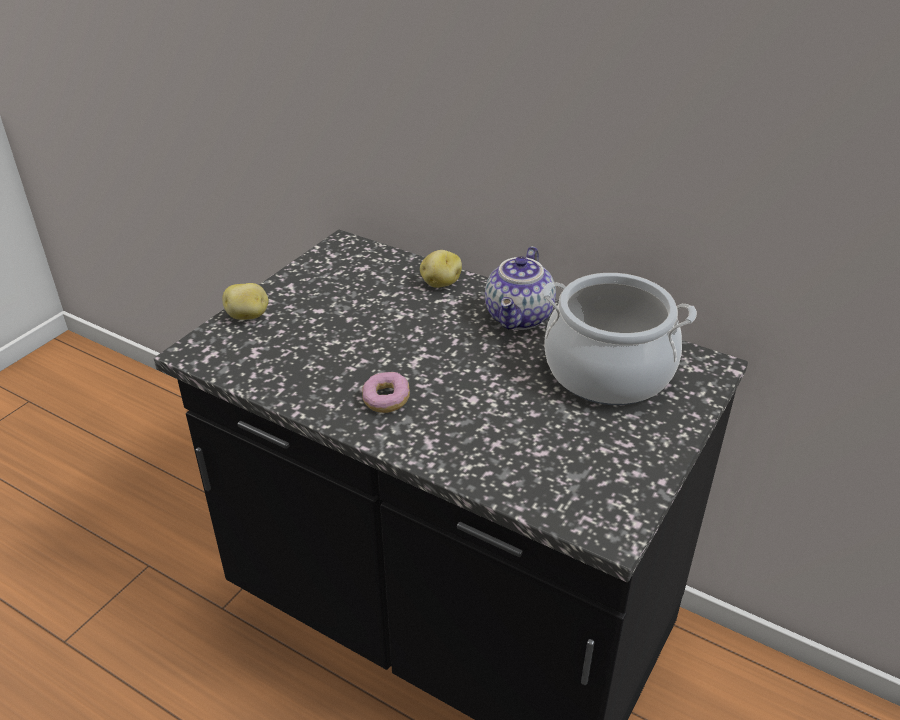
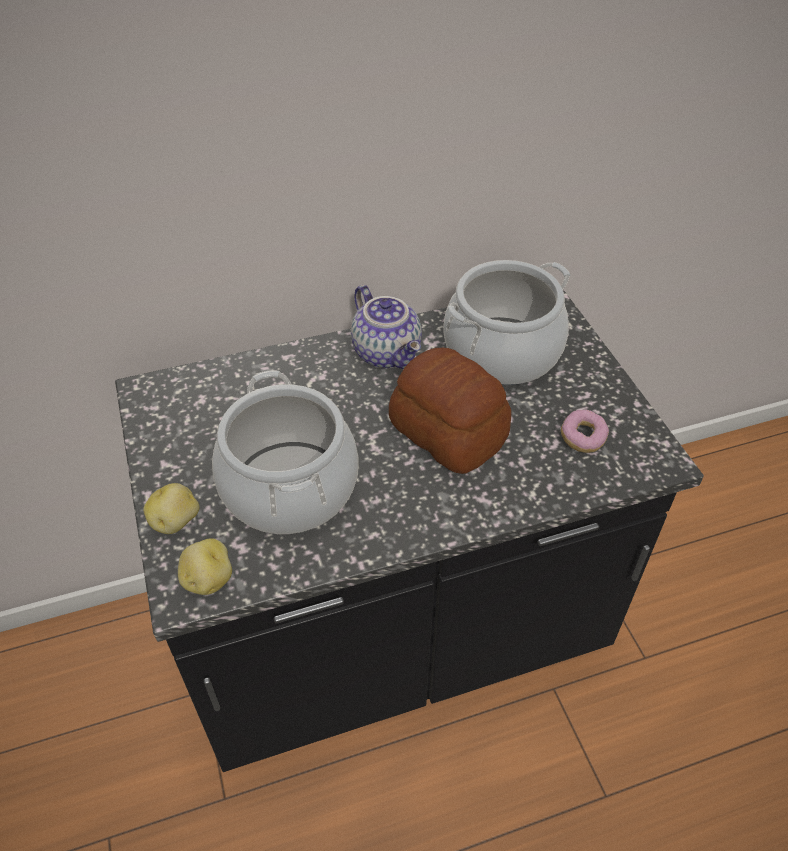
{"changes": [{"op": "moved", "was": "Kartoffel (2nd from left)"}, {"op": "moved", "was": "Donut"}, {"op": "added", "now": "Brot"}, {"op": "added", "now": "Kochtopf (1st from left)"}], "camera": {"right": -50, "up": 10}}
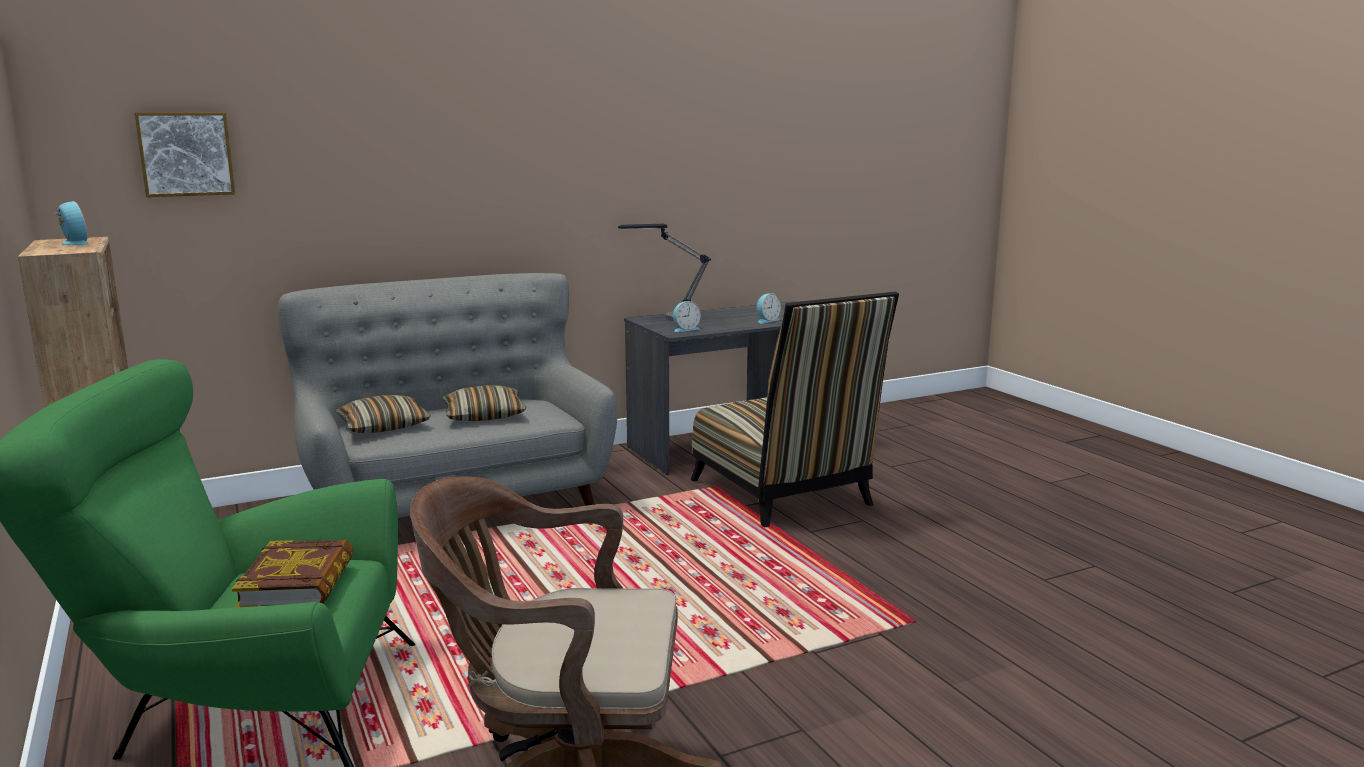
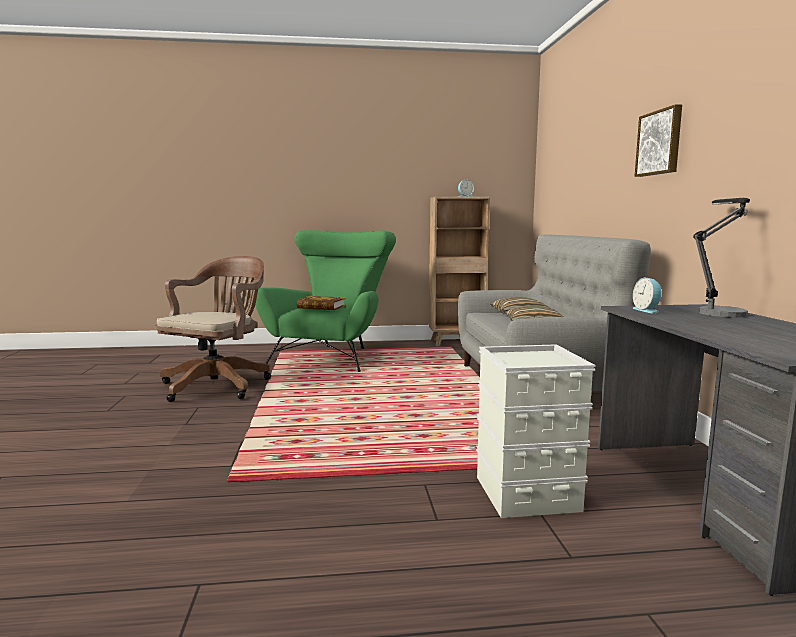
{"changes": [{"op": "moved", "was": "Bild"}, {"op": "replaced", "was": "Stuhl", "now": "Aufbewahrungsbox [grau]"}, {"op": "removed", "was": "Wecker (3rd from left)"}], "camera": {"right": 110, "up": -5}}
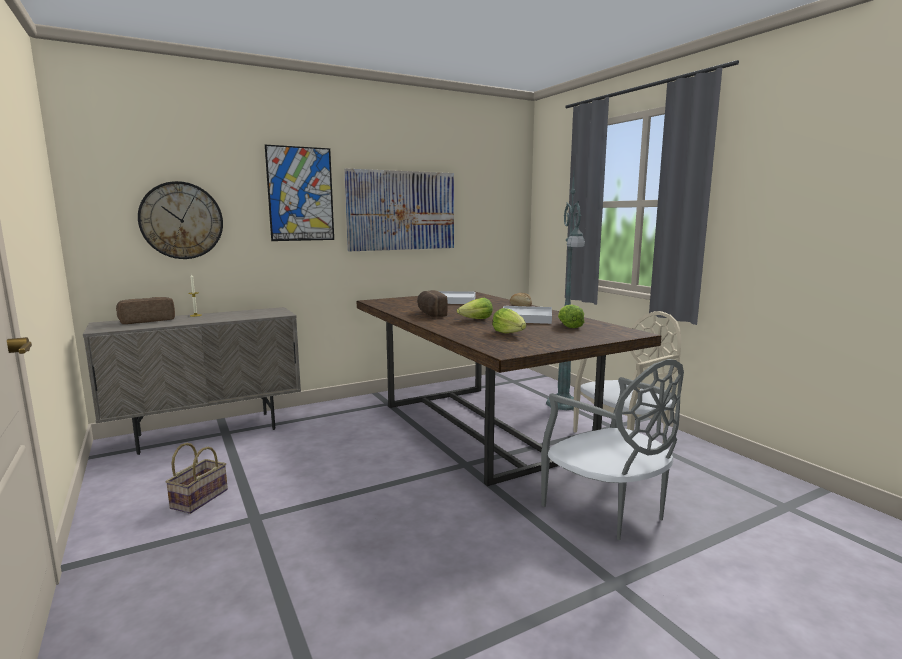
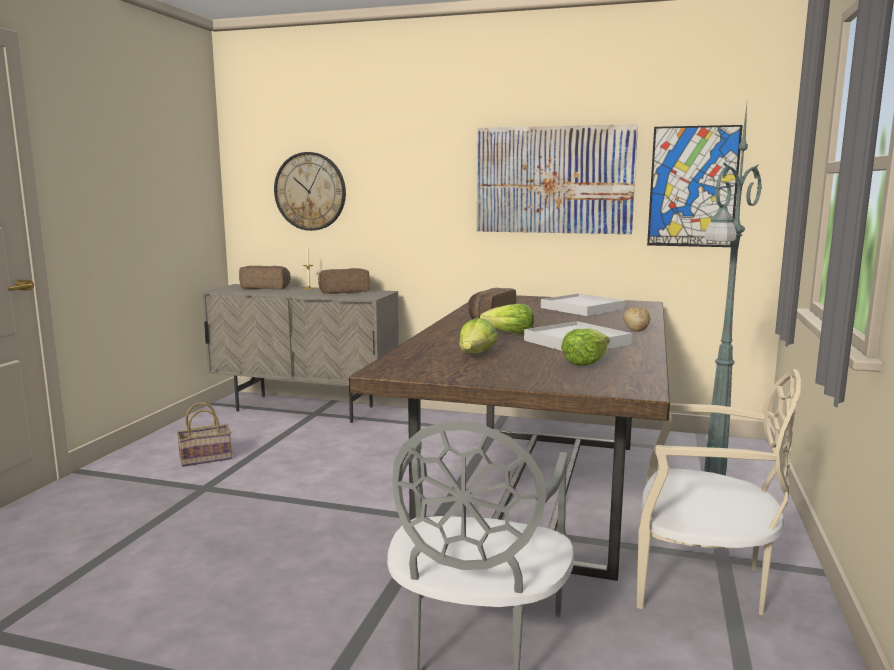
{"changes": [{"op": "moved", "was": "Bild (1st from left in the first image)", "now": "Bild (2nd from left)"}, {"op": "added", "now": "Brot (2nd from left)"}], "camera": {"right": 45, "up": 0}}
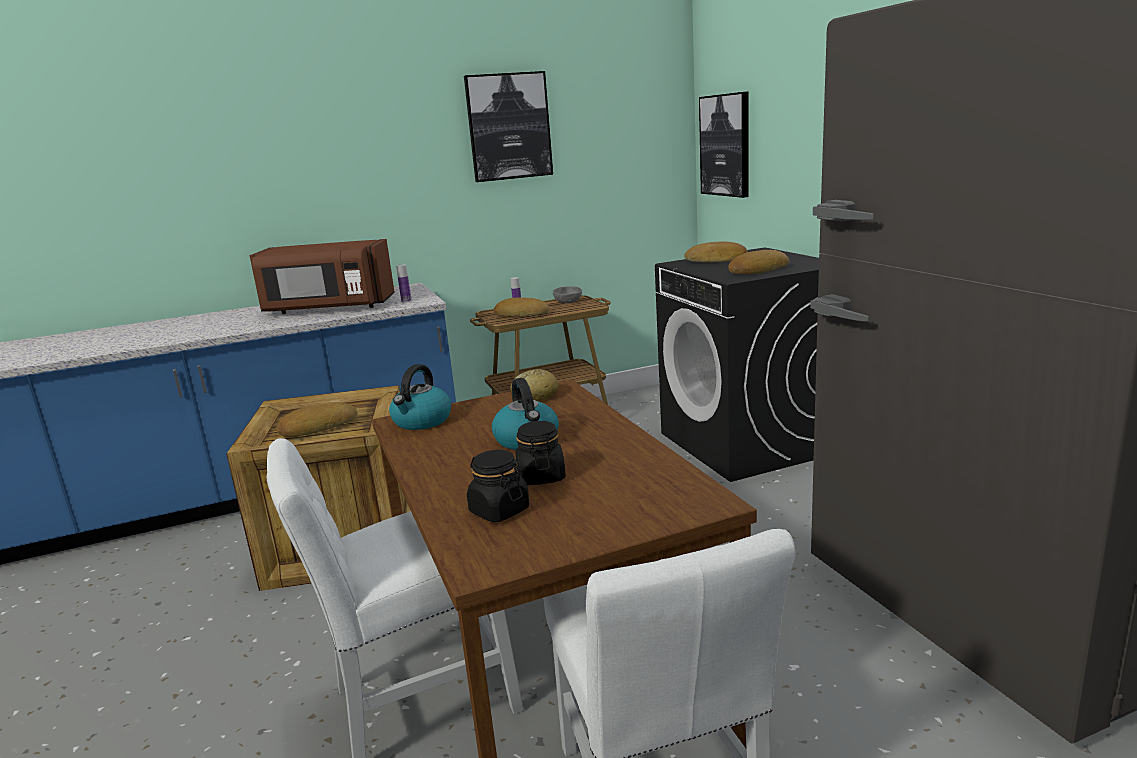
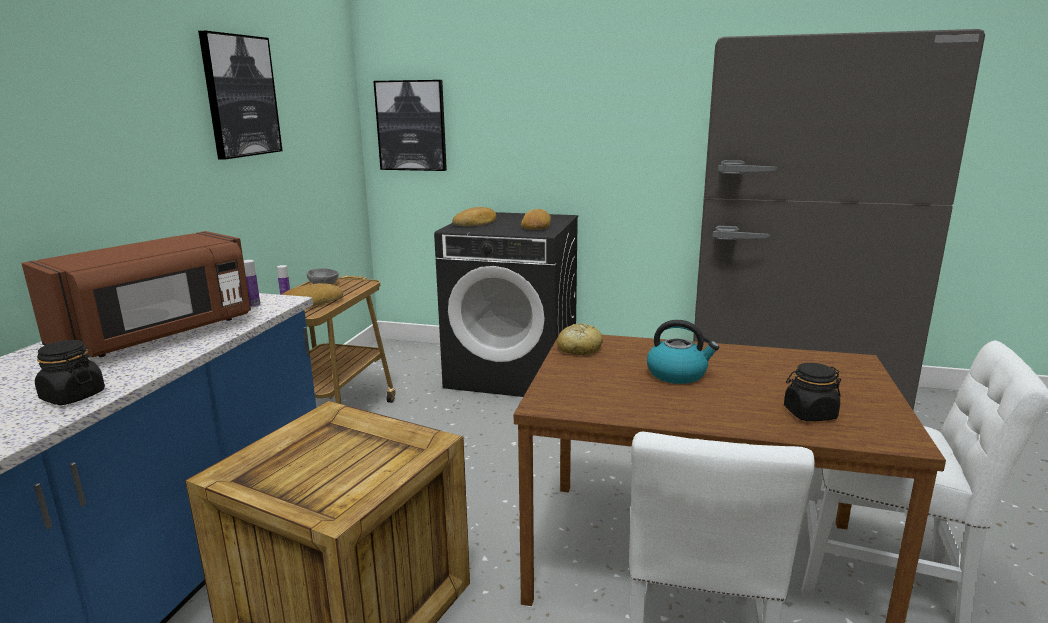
{"changes": [{"op": "removed", "was": "Wasserkessel (1st from left)"}, {"op": "removed", "was": "Brot (1st from left)"}, {"op": "moved", "was": "Vorratsglas [schwarz] (2nd from left in the first image)", "now": "Vorratsglas [schwarz] (1st from left)"}], "camera": {"right": -55, "up": 0}}
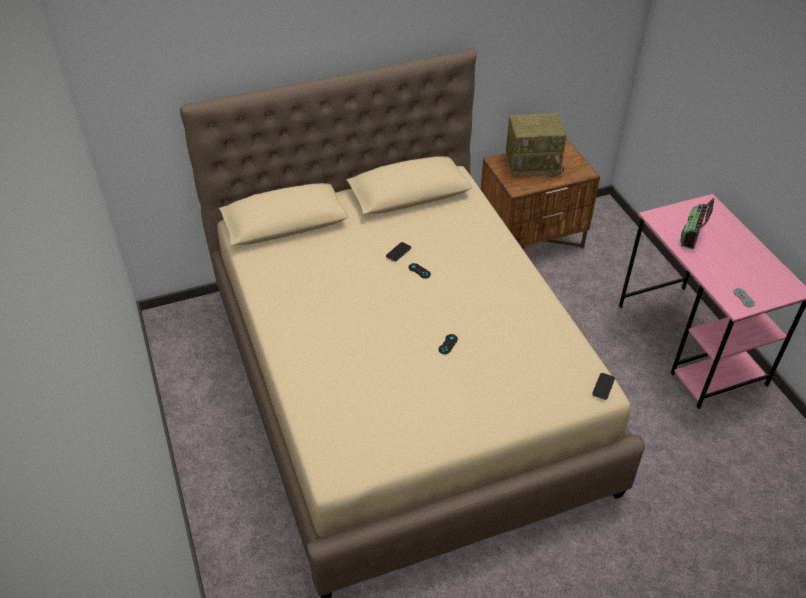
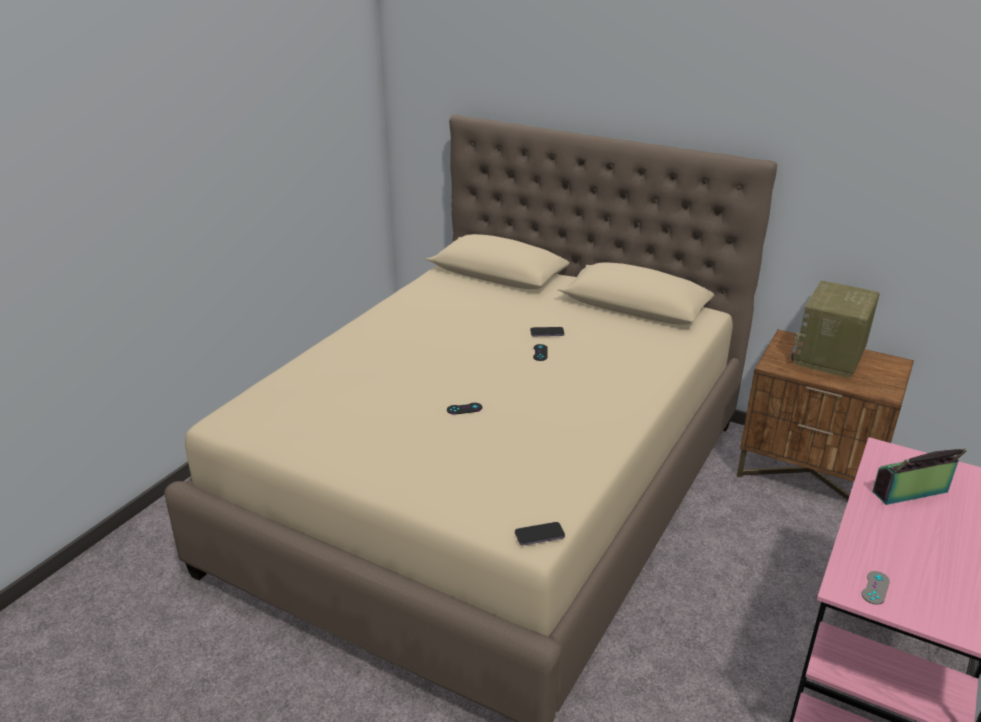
{"changes": [{"op": "turned", "was": "Radio (1st from left)", "clockwise": 75}], "camera": {"right": 50, "up": -15}}
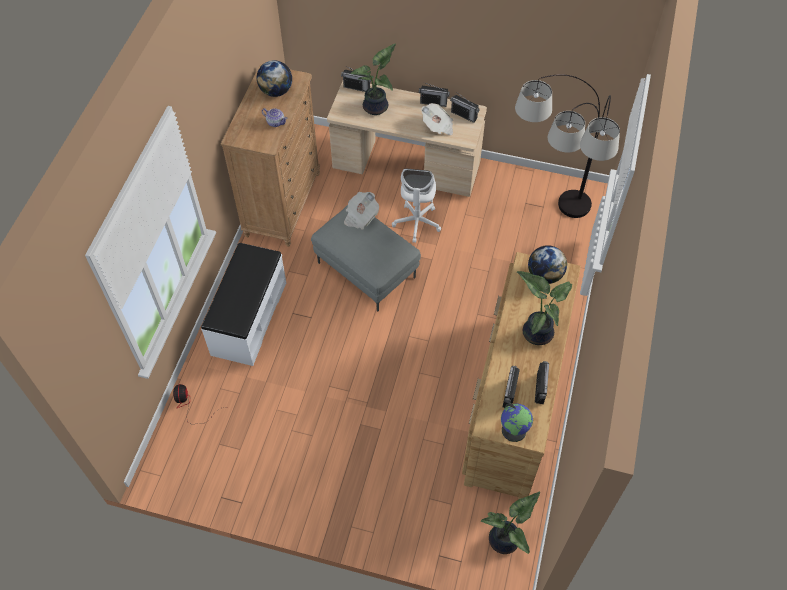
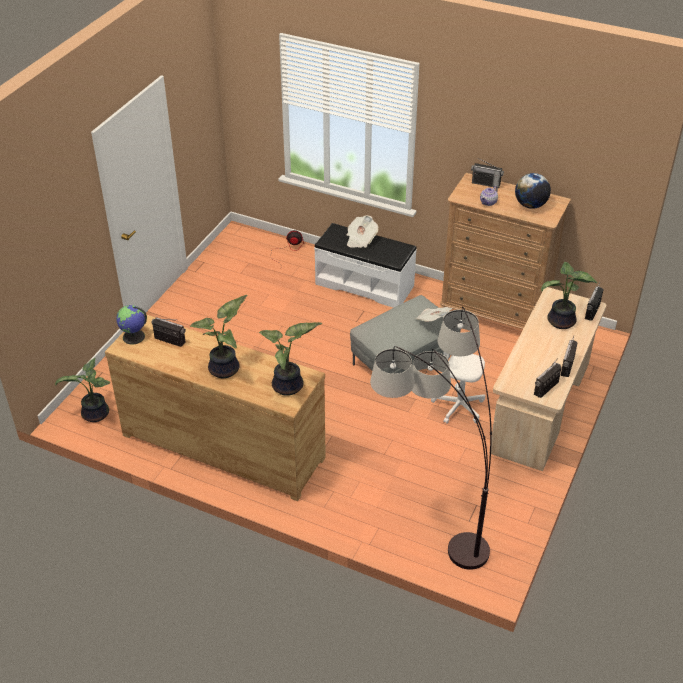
{"changes": [{"op": "moved", "was": "Zeitung (2nd from left in the first image)", "now": "Zeitung (1st from left)"}, {"op": "replaced", "was": "Globus (3rd from left)", "now": "Topfpflanze (3rd from left)"}, {"op": "moved", "was": "Radio (5th from left in the first image)", "now": "Radio (2nd from left)"}], "camera": {"right": 100, "up": -15}}
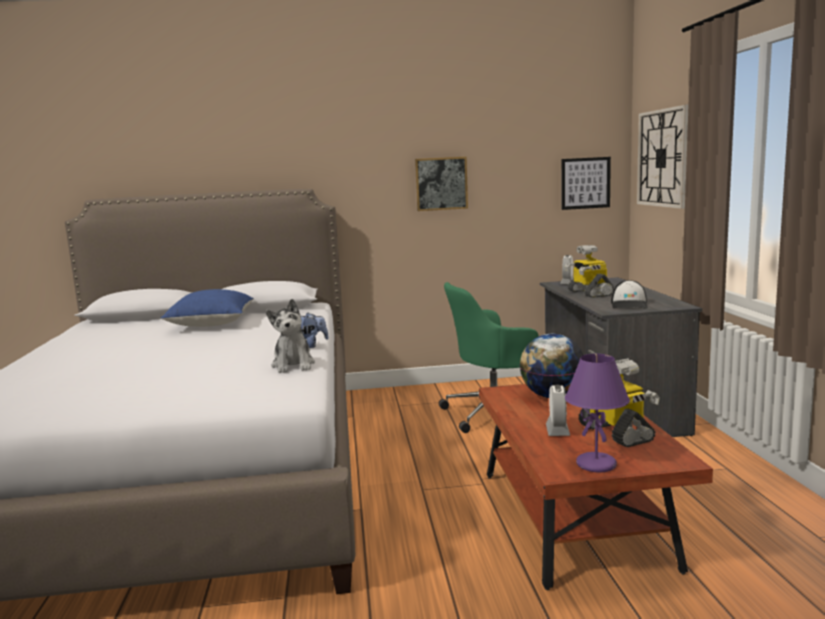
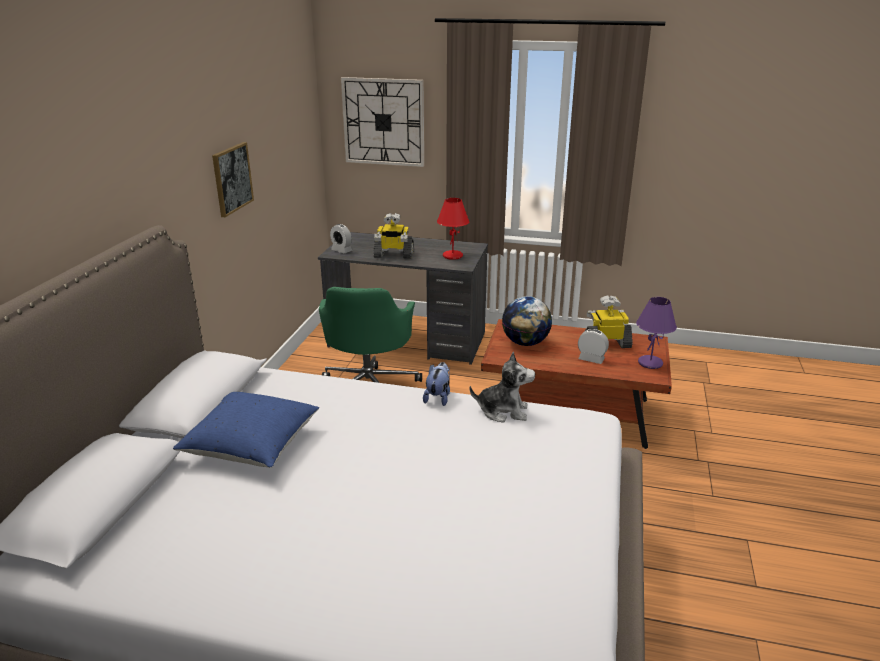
{"changes": [{"op": "removed", "was": "Bild (2nd from left)"}, {"op": "replaced", "was": "Kappe", "now": "Tischlampe [rot]"}], "camera": {"right": -70, "up": 15}}
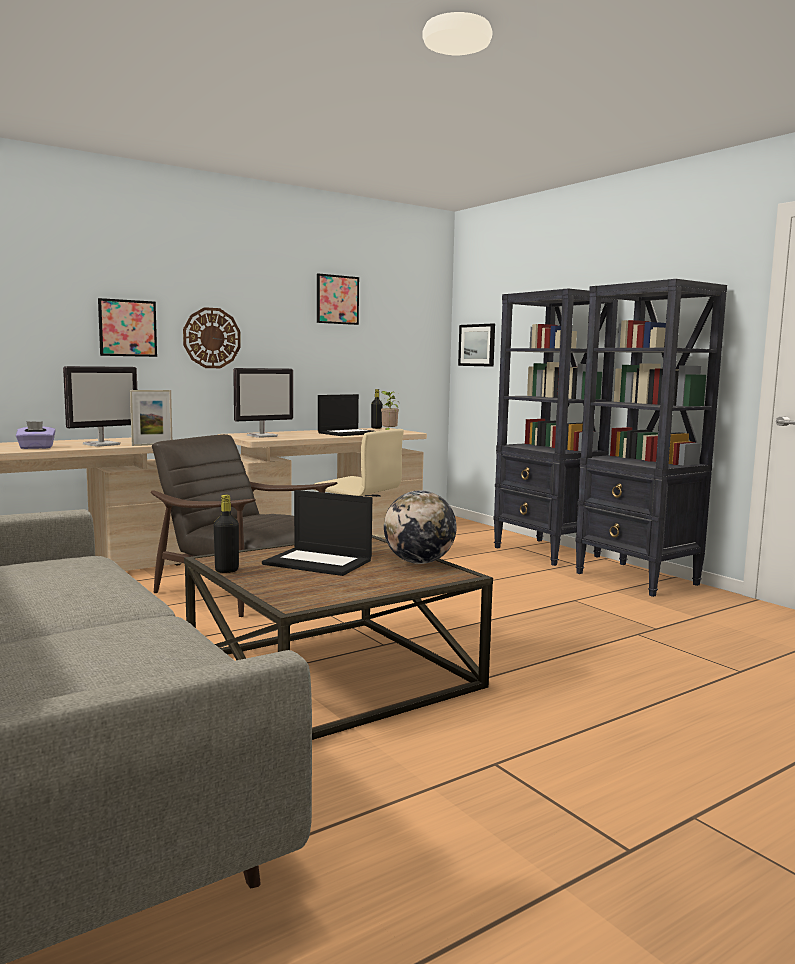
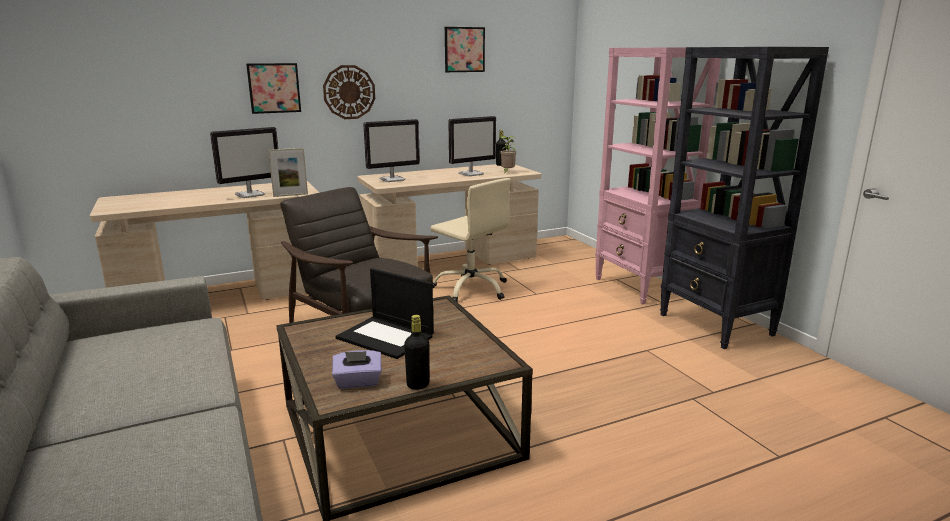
{"changes": [{"op": "recoloured", "was": "Bücherregal [schwarz] (1st from left)", "now": "Bücherregal [rosa]"}, {"op": "removed", "was": "Bild (3rd from left)"}, {"op": "replaced", "was": "Laptop (2nd from left)", "now": "Monitor (3rd from left)"}, {"op": "moved", "was": "Taschentuchbox [lila]"}, {"op": "removed", "was": "Globus"}, {"op": "moved", "was": "Flasche [schwarz] (1st from left)"}], "camera": {"right": 10, "up": 10}}
